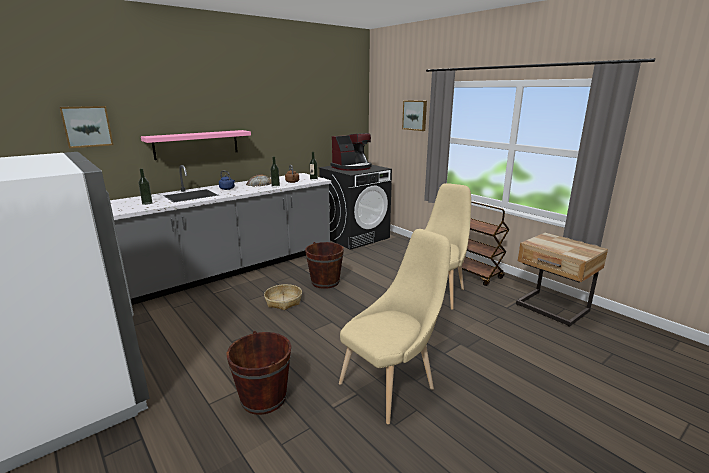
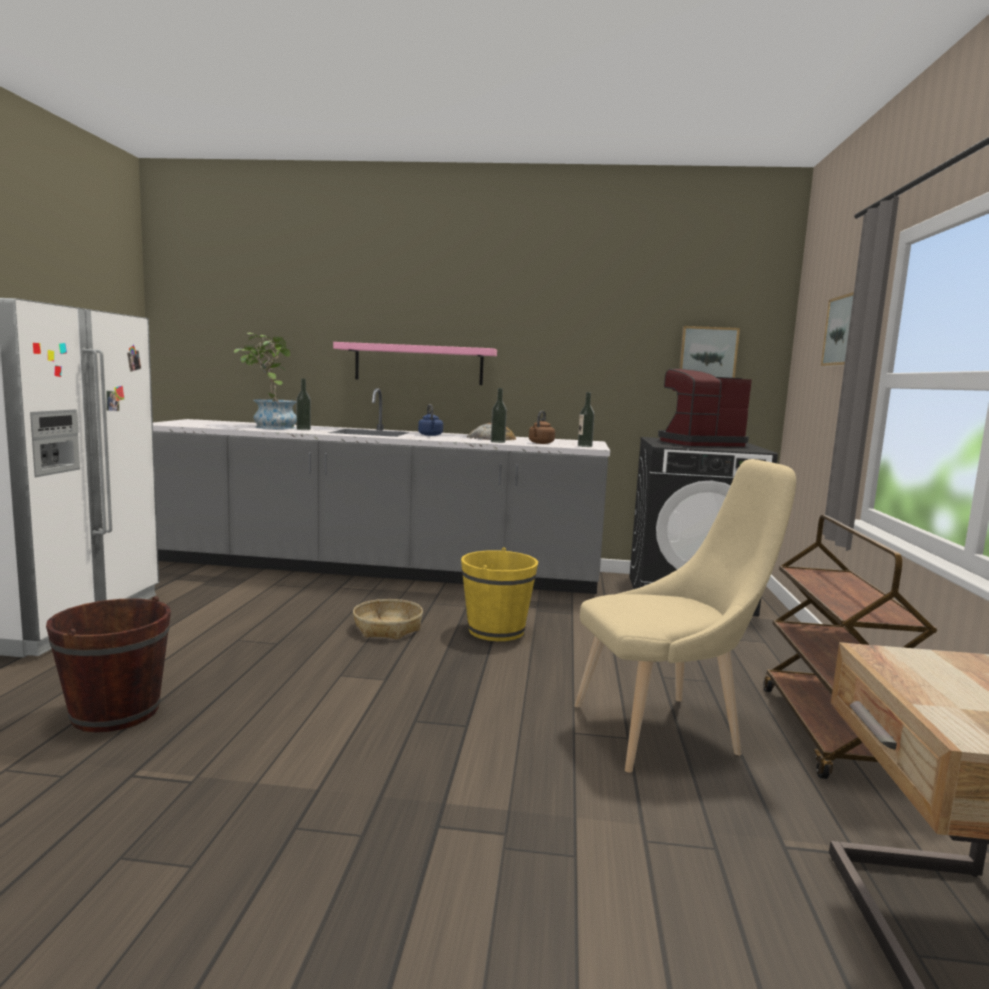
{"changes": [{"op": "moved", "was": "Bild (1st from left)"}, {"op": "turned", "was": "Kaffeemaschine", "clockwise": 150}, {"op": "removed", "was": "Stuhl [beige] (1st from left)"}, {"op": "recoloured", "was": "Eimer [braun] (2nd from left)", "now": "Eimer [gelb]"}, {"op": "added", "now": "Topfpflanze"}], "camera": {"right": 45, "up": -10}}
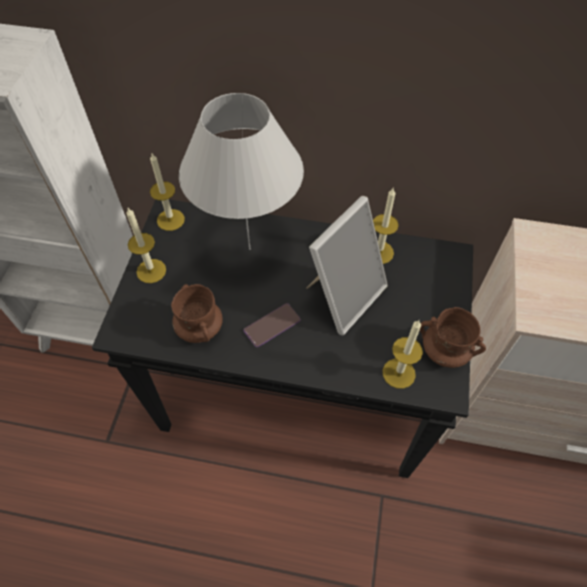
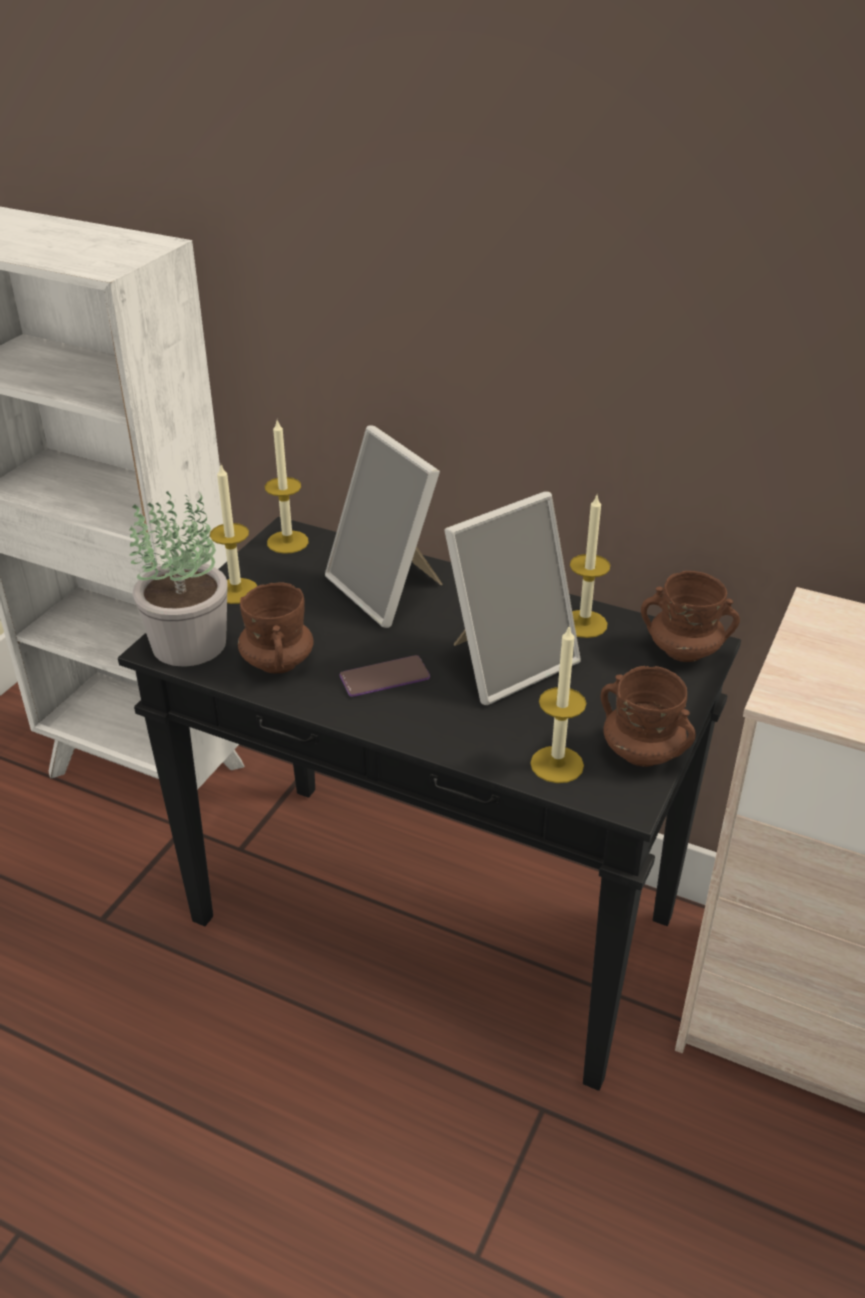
{"changes": [{"op": "replaced", "was": "Tischlampe [weiß]", "now": "Bilderrahmen (1st from left)"}, {"op": "added", "now": "Topfpflanze"}, {"op": "added", "now": "Henkelbecher [braun] (3rd from left)"}], "camera": {"right": 15, "up": -20}}
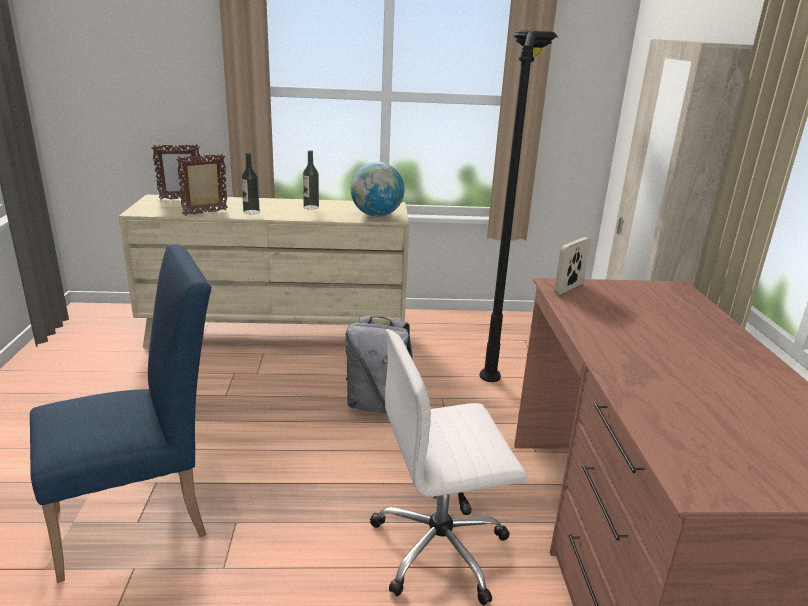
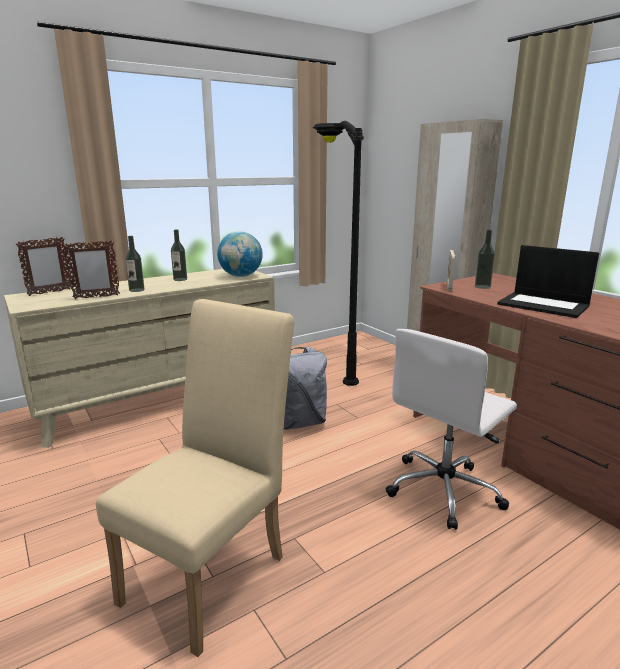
{"changes": [{"op": "turned", "was": "Bilderrahmen (2nd from left)", "clockwise": -135}, {"op": "recoloured", "was": "Stuhl [blau]", "now": "Stuhl [beige]"}, {"op": "added", "now": "Flasche (3rd from left)"}, {"op": "added", "now": "Laptop"}], "camera": {"right": -30, "up": -5}}
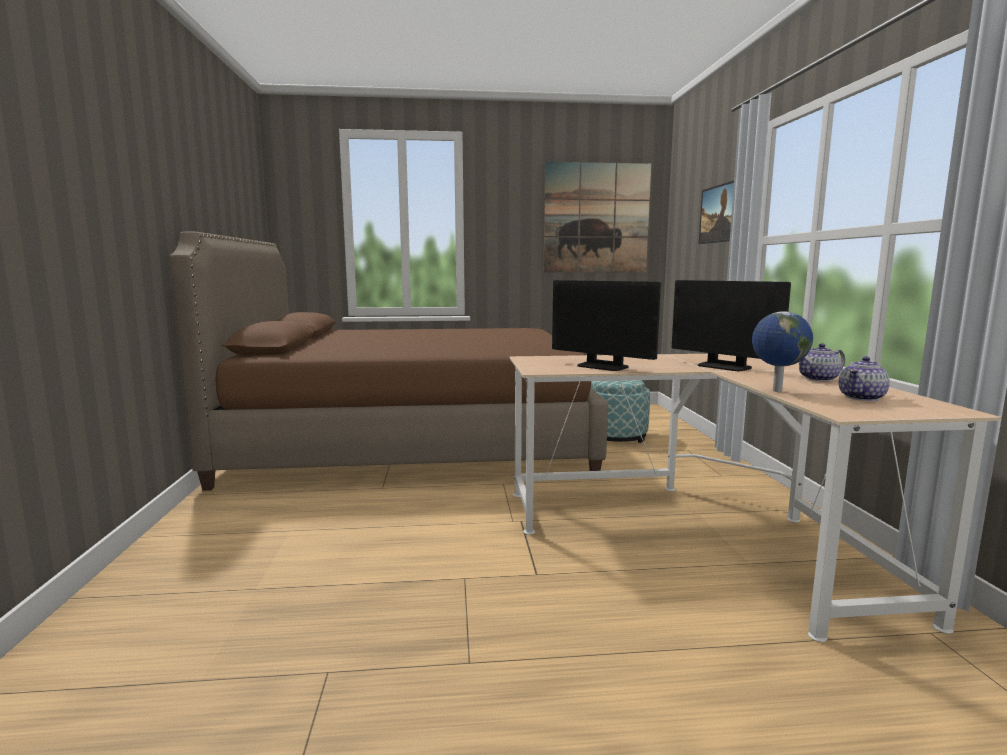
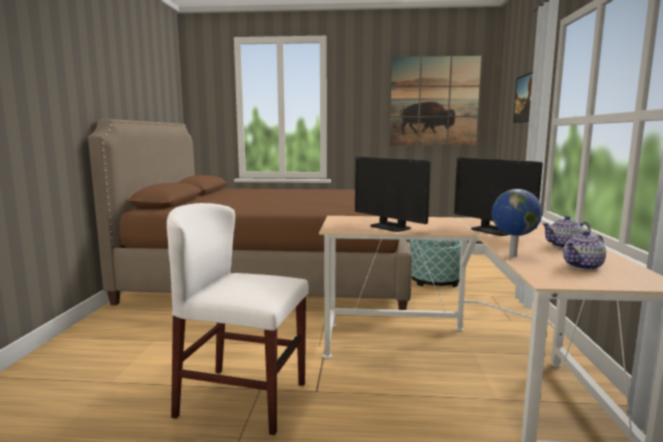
{"changes": [{"op": "added", "now": "Stuhl [weiß]"}], "camera": {"right": 10, "up": 0}}
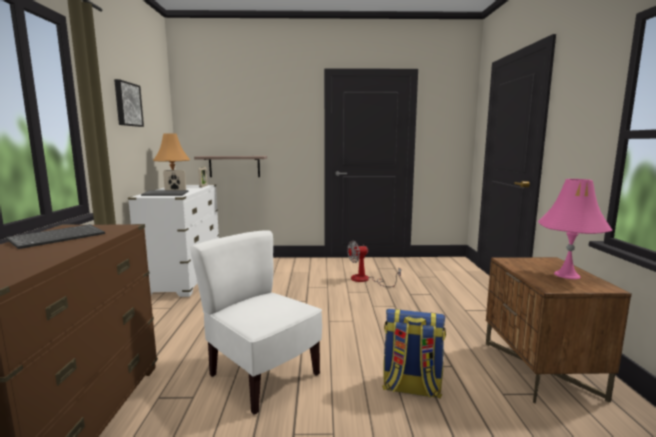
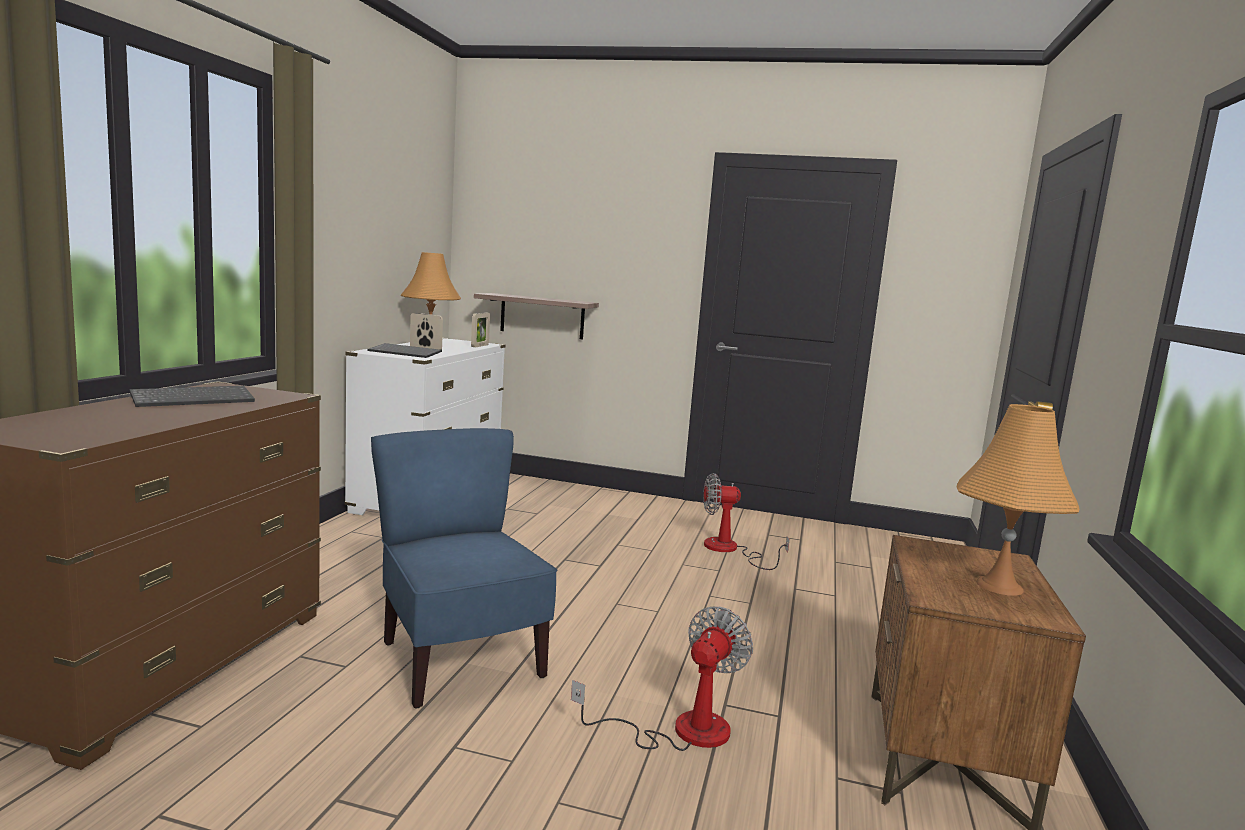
{"changes": [{"op": "removed", "was": "Bild"}, {"op": "recoloured", "was": "Tischlampe [rosa]", "now": "Tischlampe [orange] (2nd from left)"}, {"op": "recoloured", "was": "Stuhl [weiß]", "now": "Stuhl [blau]"}, {"op": "replaced", "was": "Rucksack", "now": "Ventilator (1st from left)"}], "camera": {"right": 15, "up": 0}}
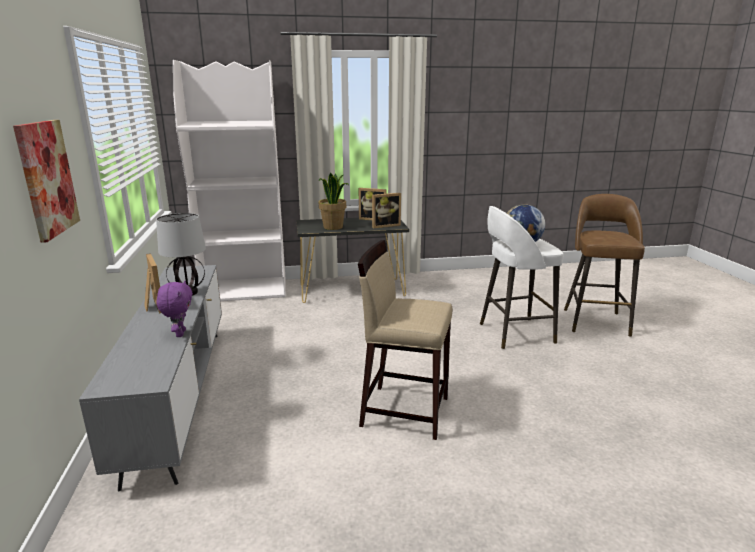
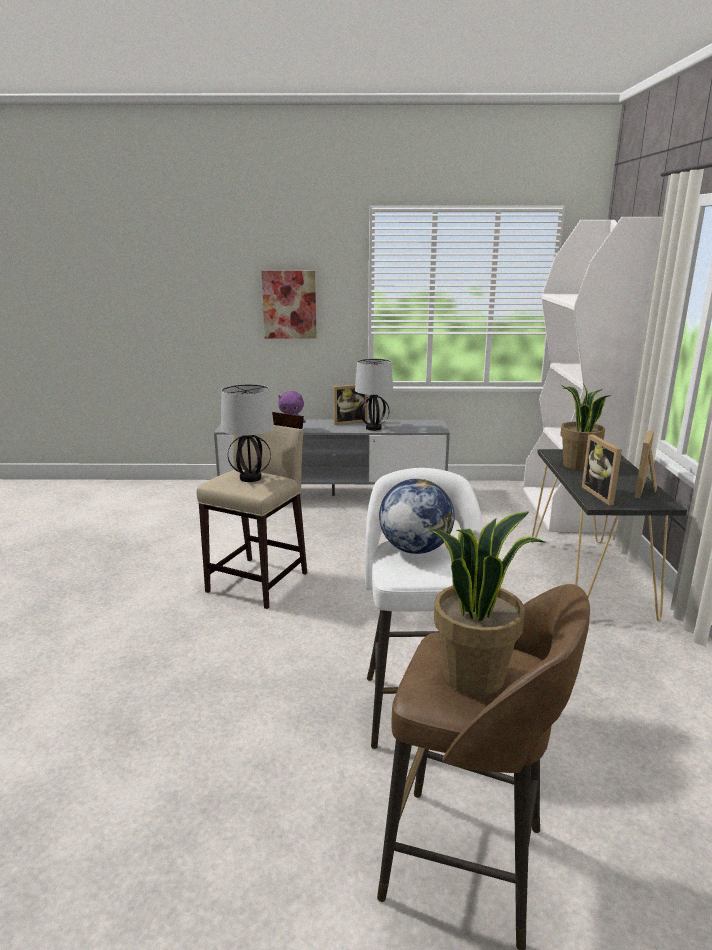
{"changes": [{"op": "added", "now": "Tischlampe (1st from left)"}, {"op": "added", "now": "Topfpflanze (1st from left)"}], "camera": {"right": 100, "up": 0}}
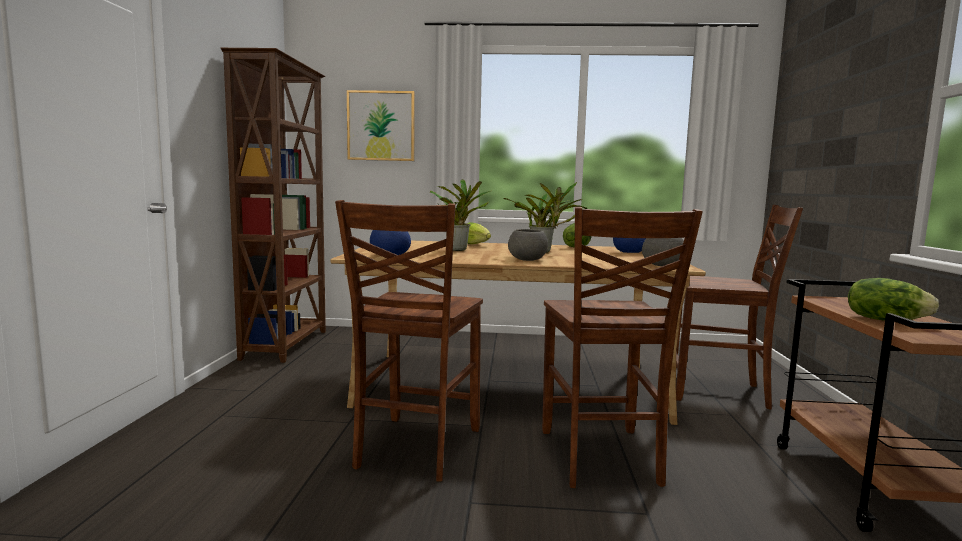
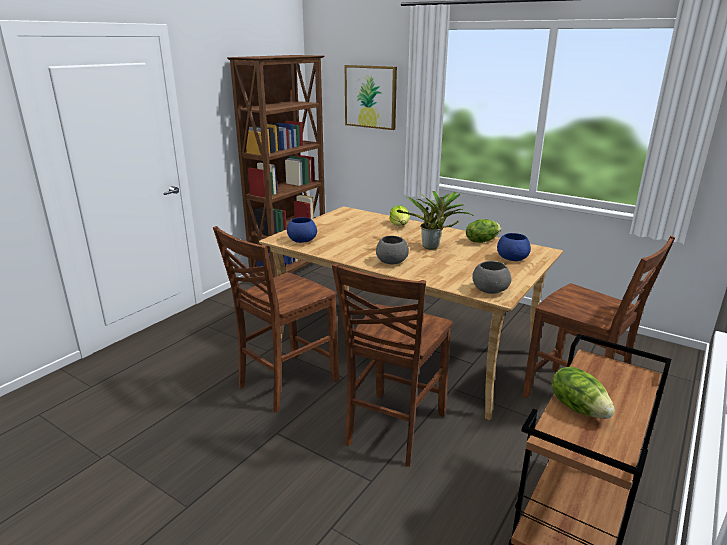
{"changes": [{"op": "removed", "was": "Topfpflanze (1st from left)"}], "camera": {"right": 30, "up": 15}}
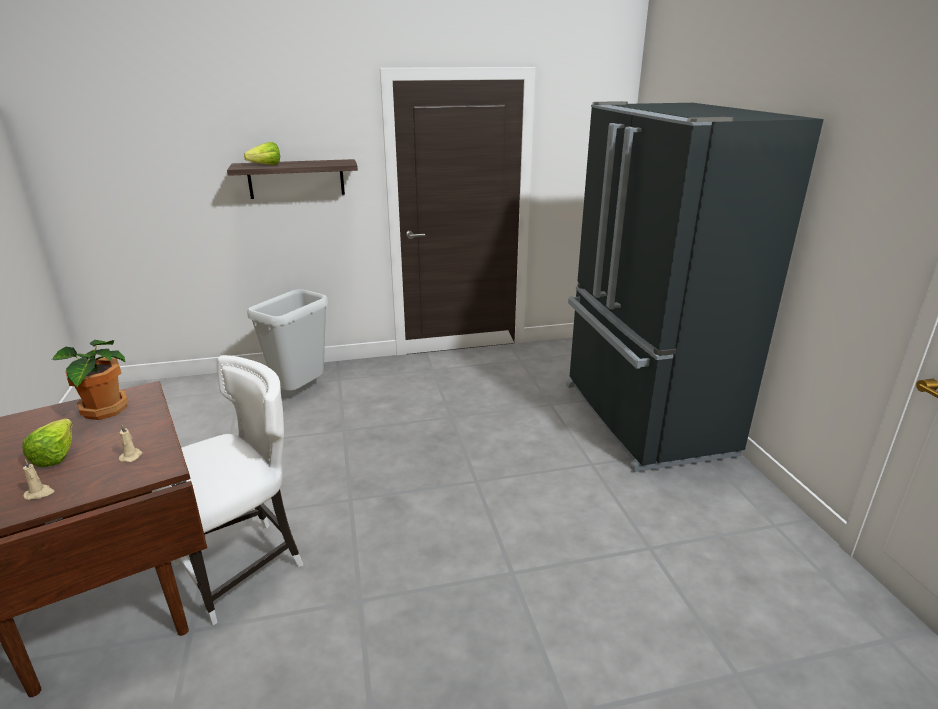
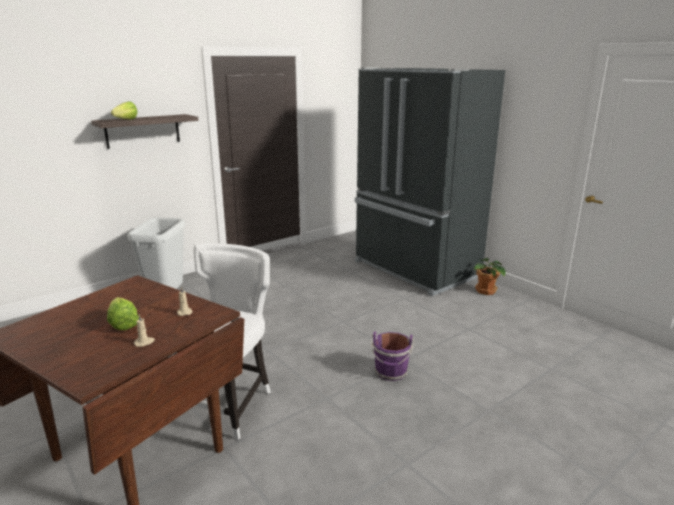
{"changes": [{"op": "moved", "was": "Topfpflanze"}, {"op": "added", "now": "Eimer [lila]"}], "camera": {"right": -25, "up": -5}}
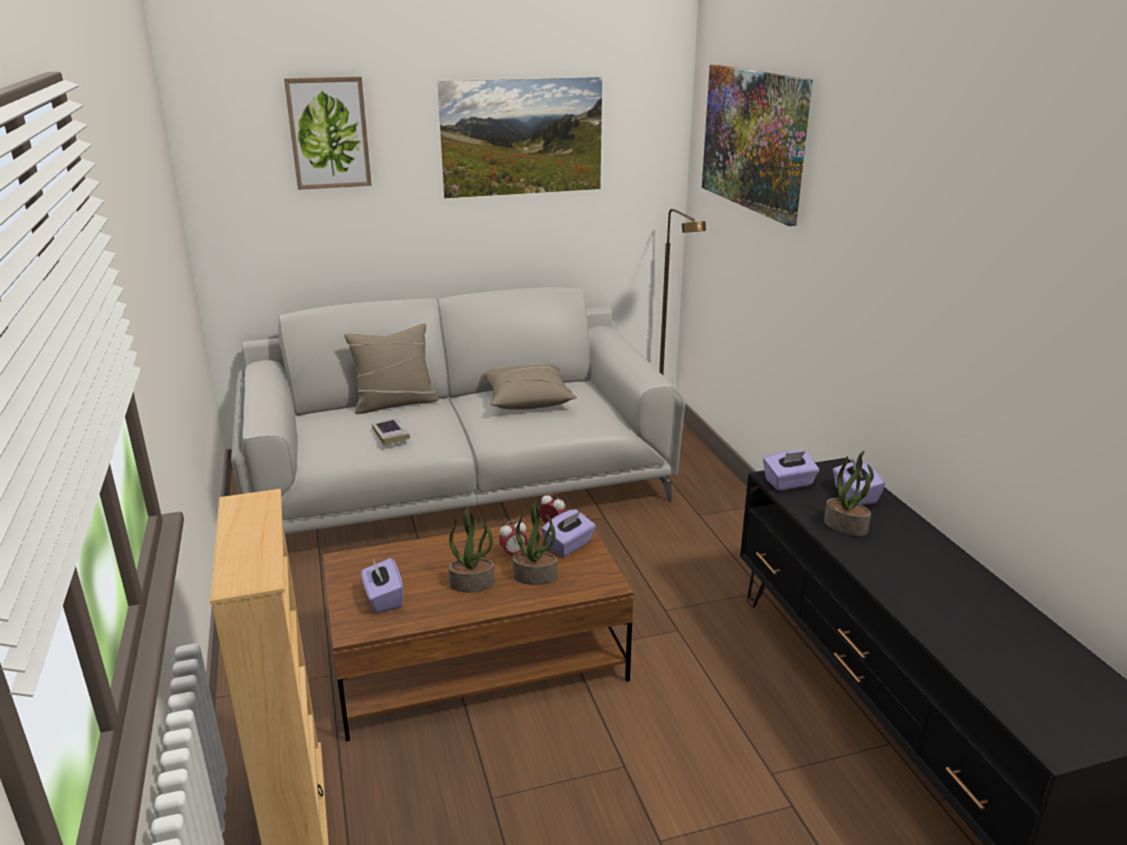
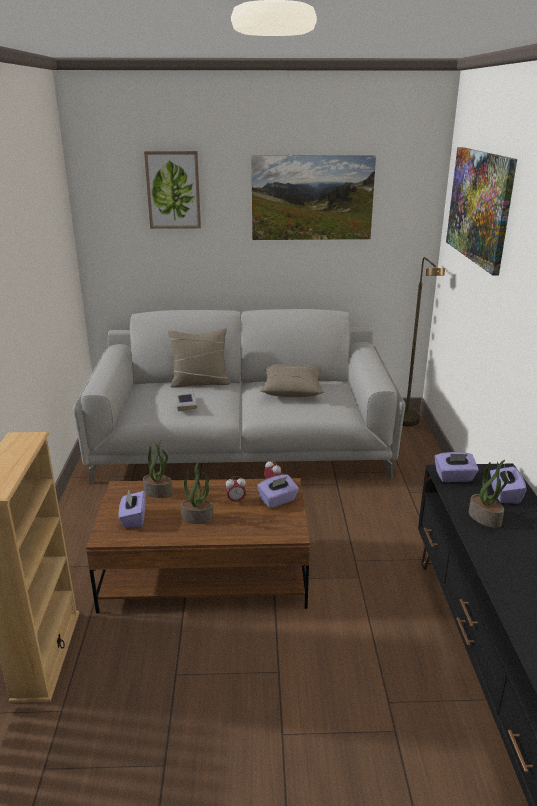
{"changes": [{"op": "moved", "was": "Topfpflanze (2nd from left in the first image)", "now": "Topfpflanze (1st from left)"}], "camera": {"right": 15, "up": 0}}
